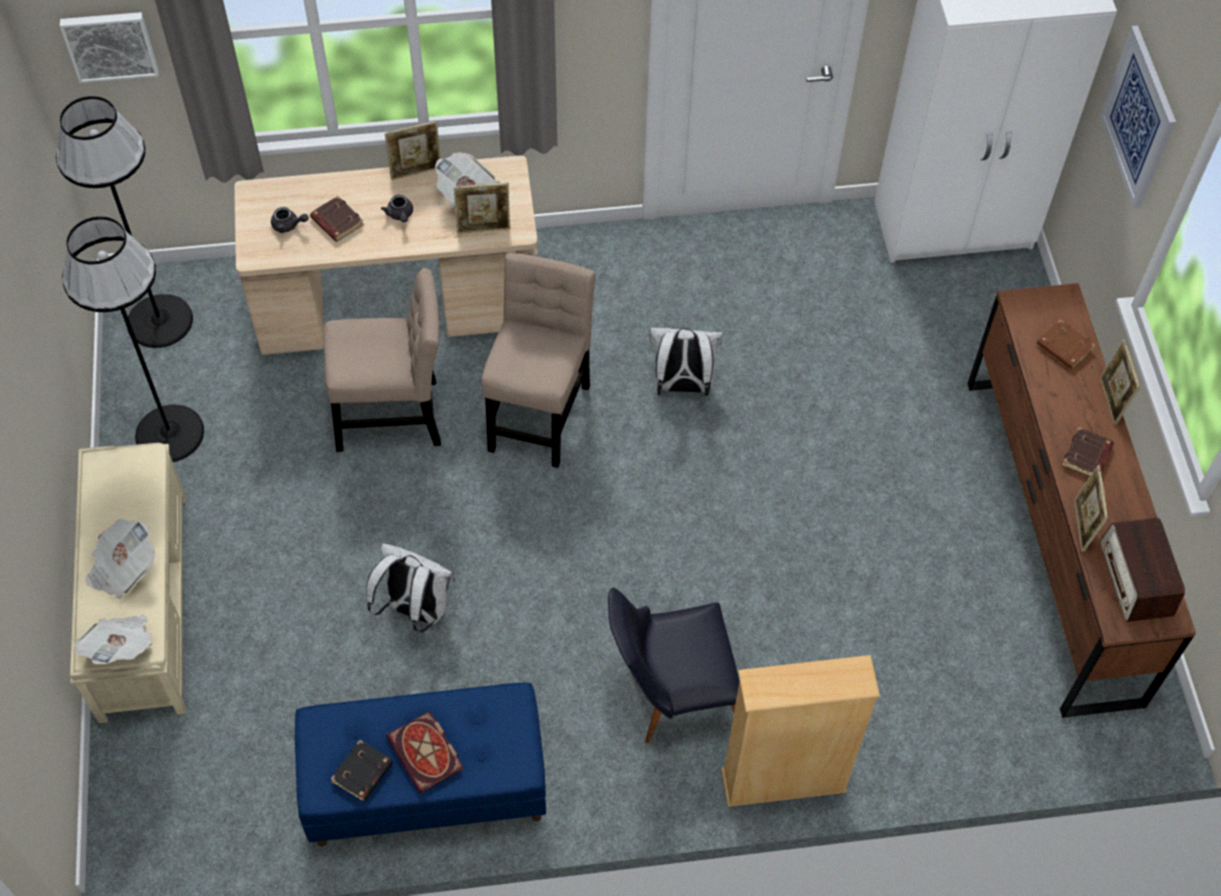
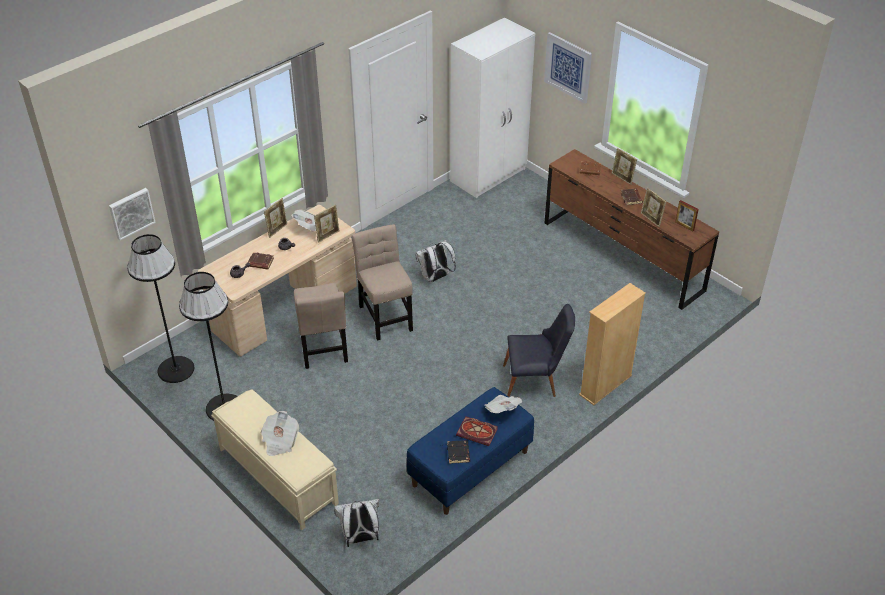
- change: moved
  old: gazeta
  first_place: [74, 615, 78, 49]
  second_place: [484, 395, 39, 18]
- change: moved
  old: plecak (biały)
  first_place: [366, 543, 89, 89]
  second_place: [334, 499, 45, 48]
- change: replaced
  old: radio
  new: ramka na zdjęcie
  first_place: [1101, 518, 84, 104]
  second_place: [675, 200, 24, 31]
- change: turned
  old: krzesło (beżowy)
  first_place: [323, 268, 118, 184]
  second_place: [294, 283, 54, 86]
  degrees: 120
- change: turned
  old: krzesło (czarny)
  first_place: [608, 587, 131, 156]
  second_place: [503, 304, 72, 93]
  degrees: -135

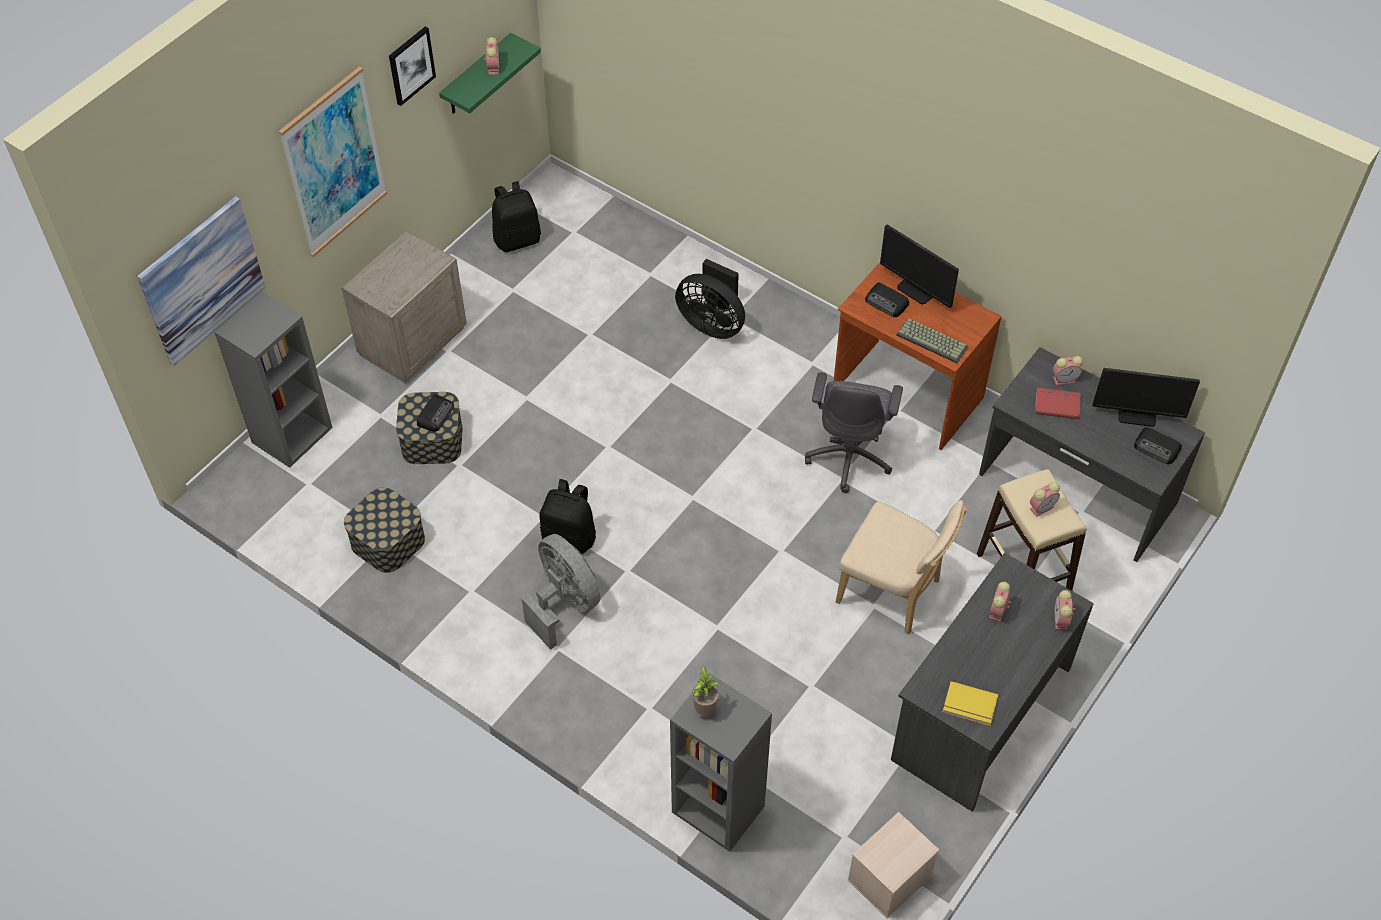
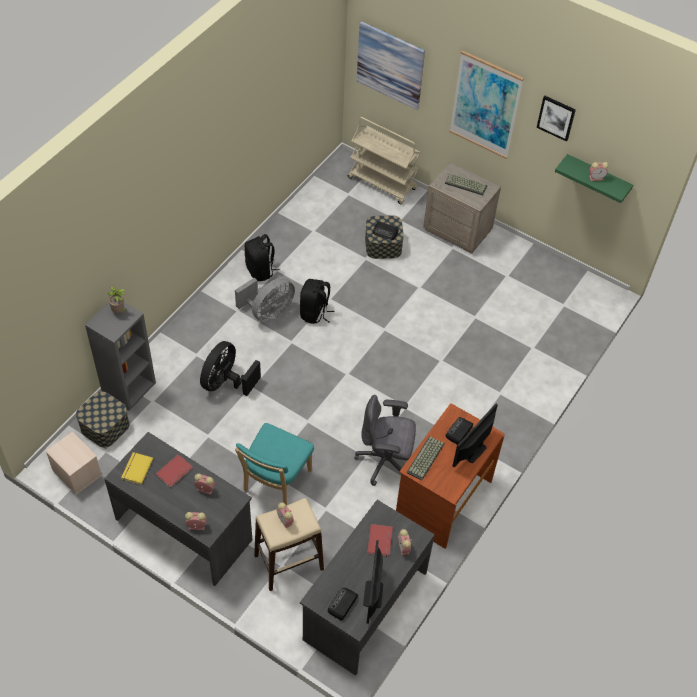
- change: added
  new: książka (czerwony)
  second_place: [156, 454, 37, 34]
- change: added
  new: klawiatura
  second_place: [445, 173, 43, 22]
- change: moved
  old: pojemnik do przechowywania
  first_place: [344, 487, 81, 86]
  second_place: [76, 391, 53, 56]
- change: moved
  old: plecak (czarny)
  first_place: [492, 181, 49, 71]
  second_place: [244, 234, 36, 47]
- change: moved
  old: wentylator (czarny)
  first_place: [675, 259, 70, 80]
  second_place: [200, 341, 61, 55]
- change: replaced
  old: regał (szary)
  new: wózek (beżowy)
  first_place: [214, 291, 119, 177]
  second_place: [348, 117, 72, 88]
- change: recoloured
  old: krzesło (beżowy)
  new: krzesło (turkusowy)
  first_place: [836, 500, 131, 135]
  second_place: [235, 423, 79, 83]

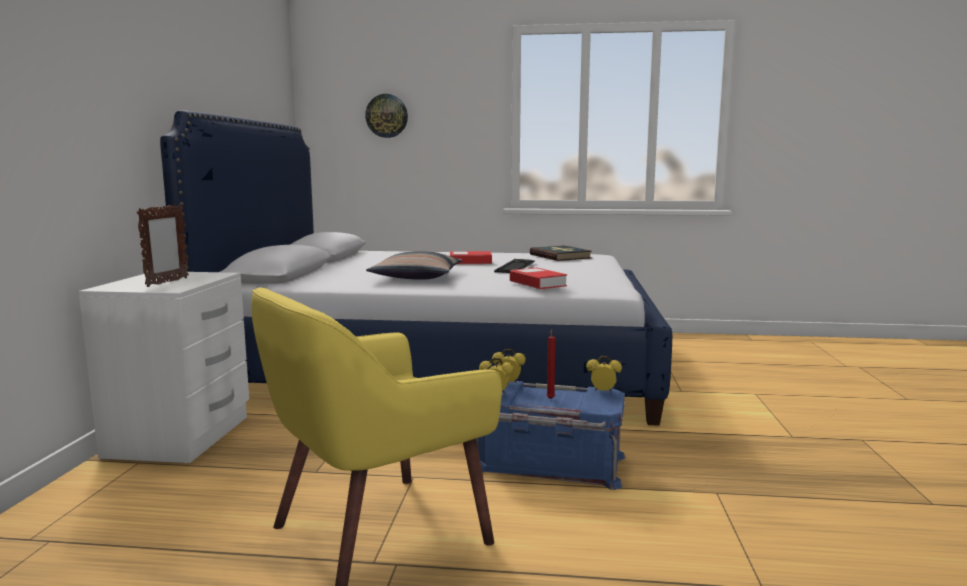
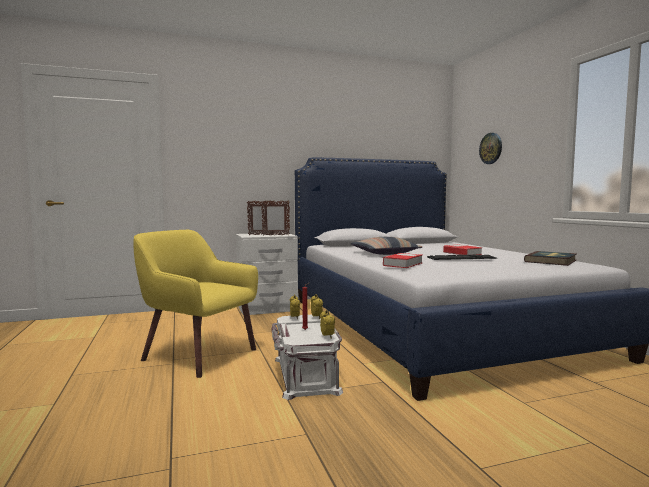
- change: added
  new: ramka na zdjęcie
  second_place: [261, 200, 29, 35]
- change: recoloured
  old: pojemnik do przechowywania (niebieski)
  new: pojemnik do przechowywania (biały)
  first_place: [476, 381, 150, 109]
  second_place: [271, 315, 72, 85]

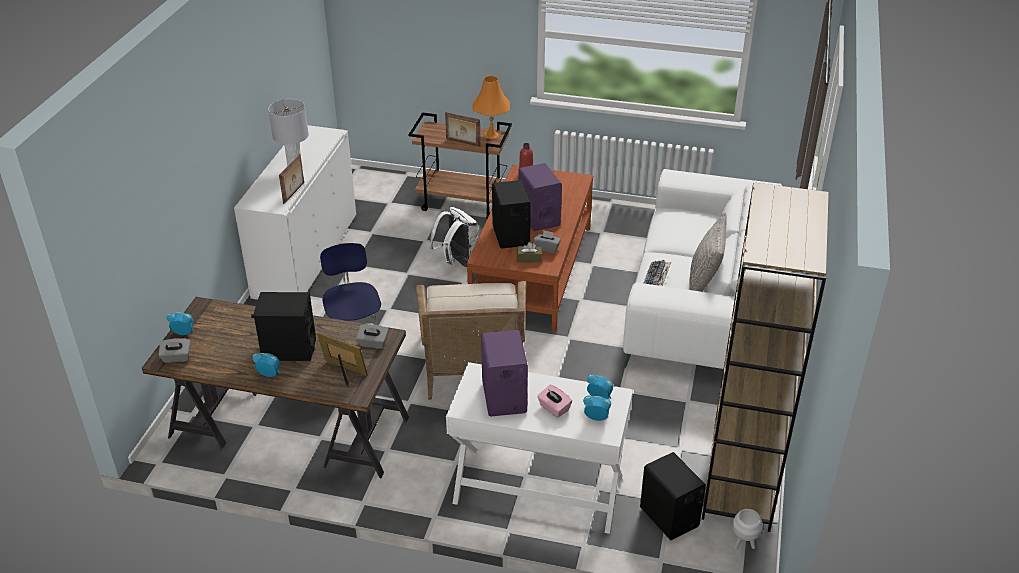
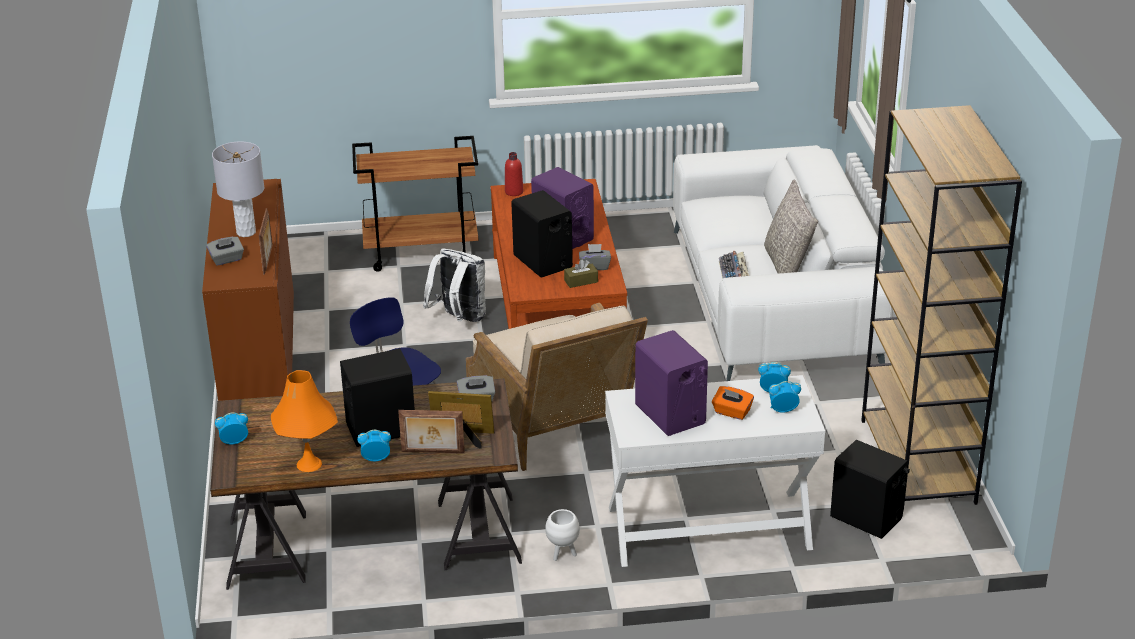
- change: moved
  old: pudełko chusteczek (szary)
  first_place: [159, 338, 31, 25]
  second_place: [206, 237, 38, 29]
- change: moved
  old: ramka na zdjęcie
  first_place: [445, 112, 36, 35]
  second_place: [398, 410, 67, 43]
- change: moved
  old: lampa stołowa (pomarańczowy)
  first_place: [472, 76, 38, 63]
  second_place: [271, 370, 67, 102]
- change: moved
  old: donica (biały)
  first_place: [732, 509, 31, 40]
  second_place: [545, 509, 35, 52]
- change: recoloured
  old: szafka (biały)
  new: szafka (brązowy)
  first_place: [234, 125, 122, 175]
  second_place: [202, 179, 92, 222]
- change: recoloured
  old: pudełko chusteczek (różowy)
  new: pudełko chusteczek (pomarańczowy)
  first_place: [537, 385, 35, 33]
  second_place: [712, 386, 42, 34]

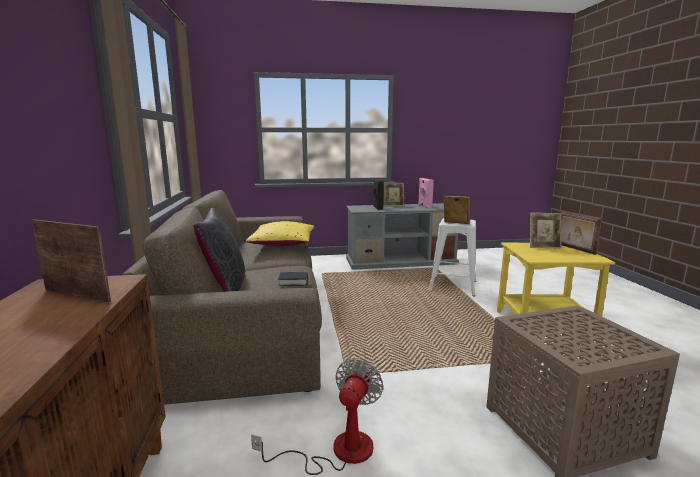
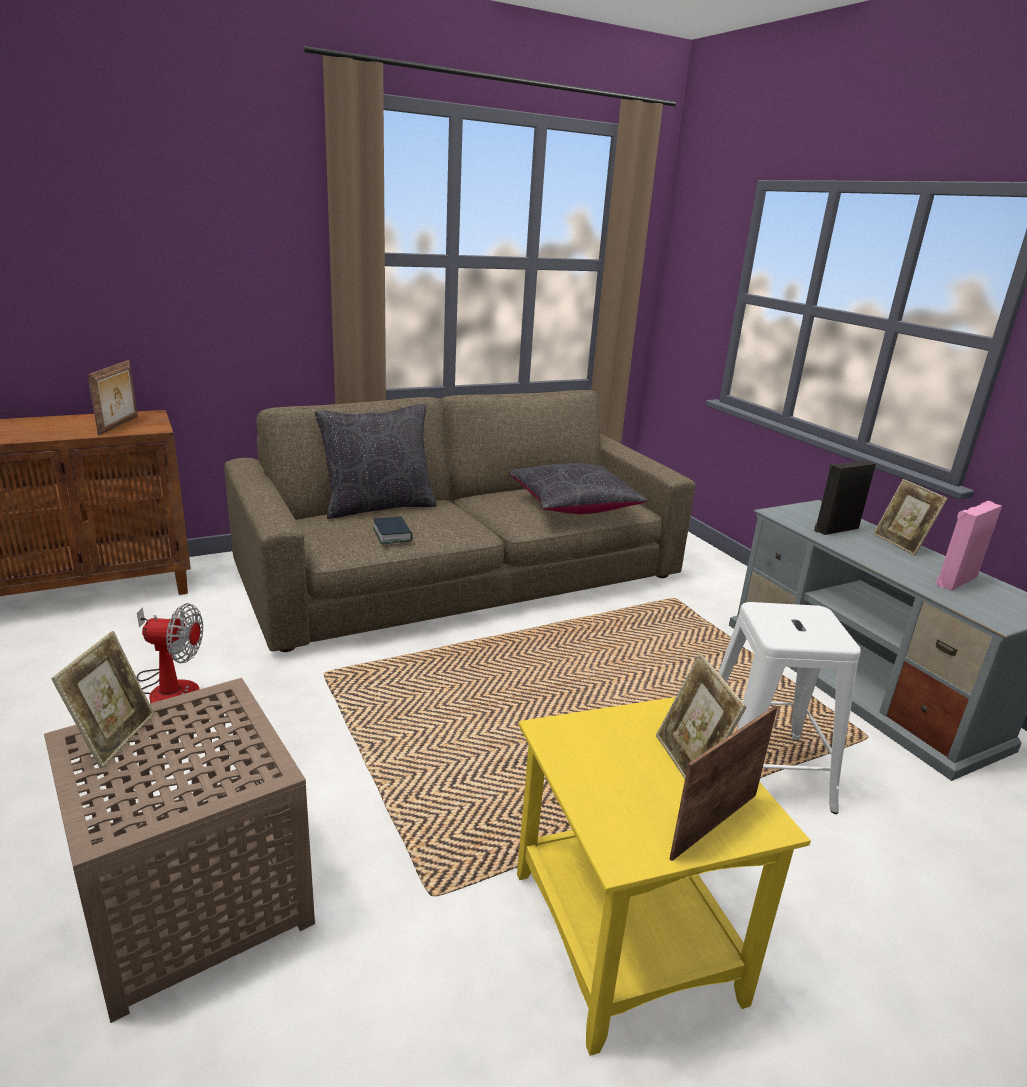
- change: moved
  old: ramka na zdjęcie
  first_place: [443, 196, 27, 28]
  second_place: [51, 631, 103, 137]
- change: recoloured
  old: poduszka (żółty)
  new: poduszka (czarny)
  first_place: [246, 221, 68, 25]
  second_place: [509, 463, 140, 51]

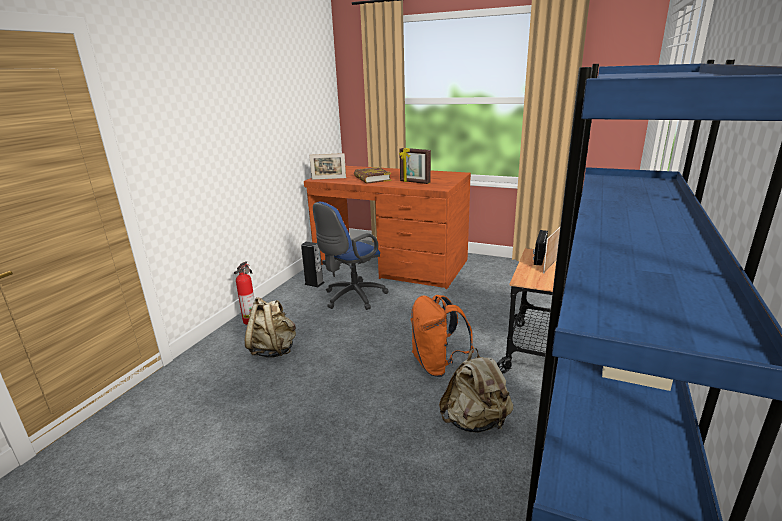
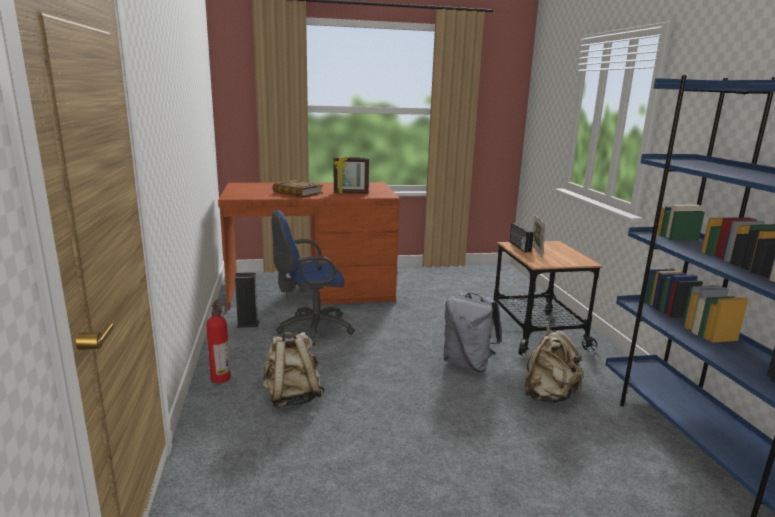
- change: removed
  old: ramka na zdjęcie
  first_place: [309, 153, 37, 27]
- change: recoloured
  old: plecak (pomarańczowy)
  new: plecak (szary)
  first_place: [411, 295, 63, 82]
  second_place: [443, 292, 59, 80]
- change: turned
  old: krzesło biurowe (niebieski)
  first_place: [313, 202, 76, 108]
  second_place: [272, 210, 83, 135]
  degrees: 60

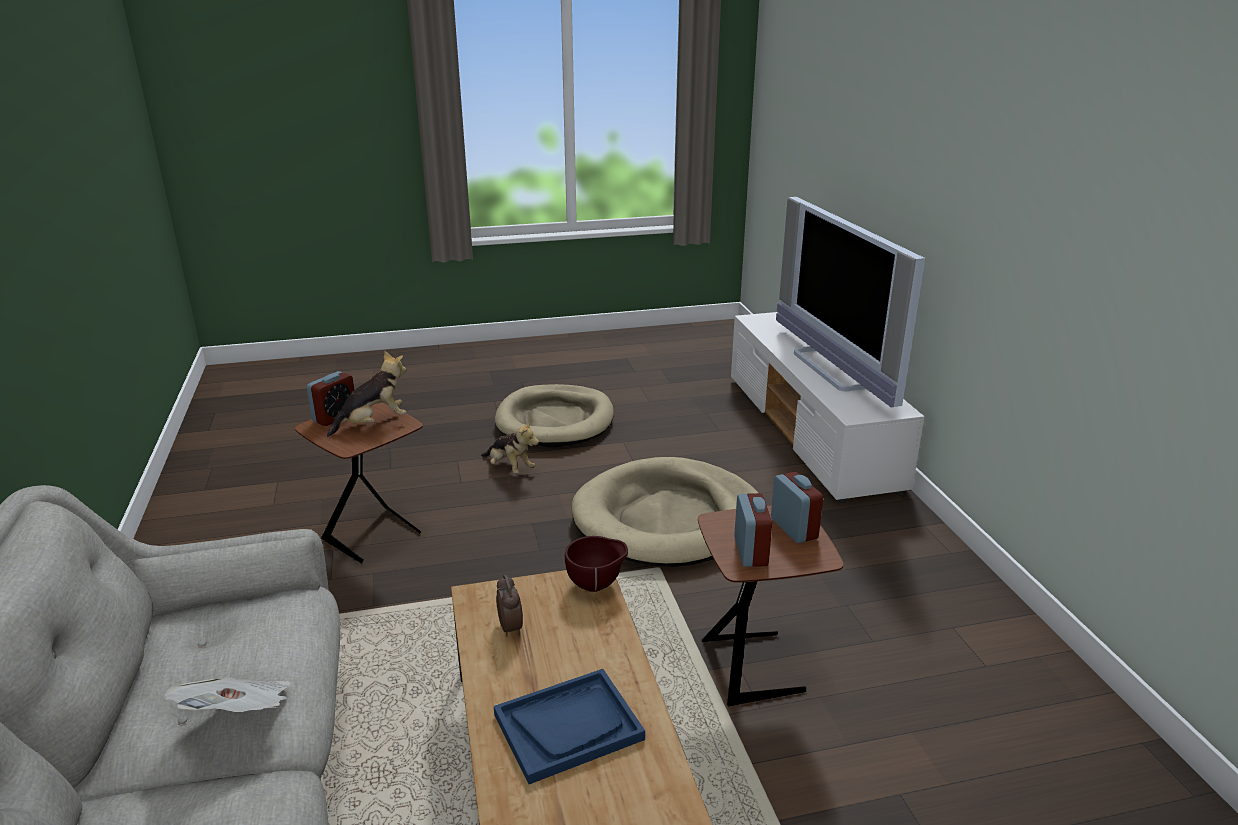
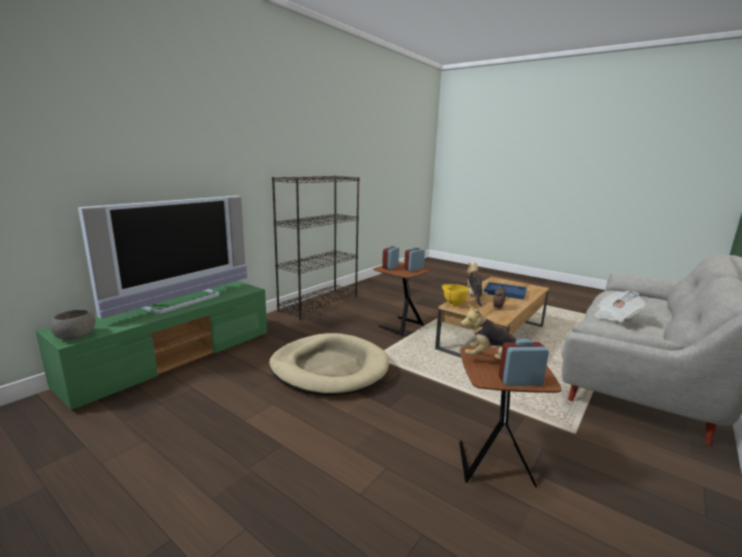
- change: removed
  old: legowisko (beżowy)
  first_place: [495, 384, 119, 63]
- change: added
  new: miska (szary)
  second_place: [50, 309, 46, 31]
- change: added
  new: regał (czarny)
  second_place: [272, 176, 87, 144]
- change: moved
  old: pluszak
  first_place: [481, 420, 58, 54]
  second_place: [467, 262, 20, 45]
- change: recoloured
  old: miska (brązowy)
  new: miska (żółty)
  first_place: [565, 536, 63, 56]
  second_place: [442, 284, 26, 22]
- change: recoloured
  old: szafka pod telewizor (biały)
  new: szafka pod telewizor (zielony)
  first_place: [731, 312, 194, 191]
  second_place: [36, 281, 231, 130]

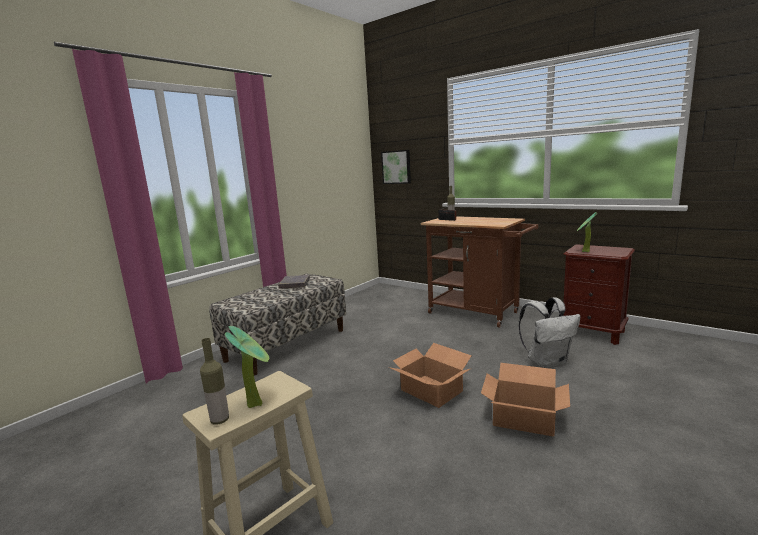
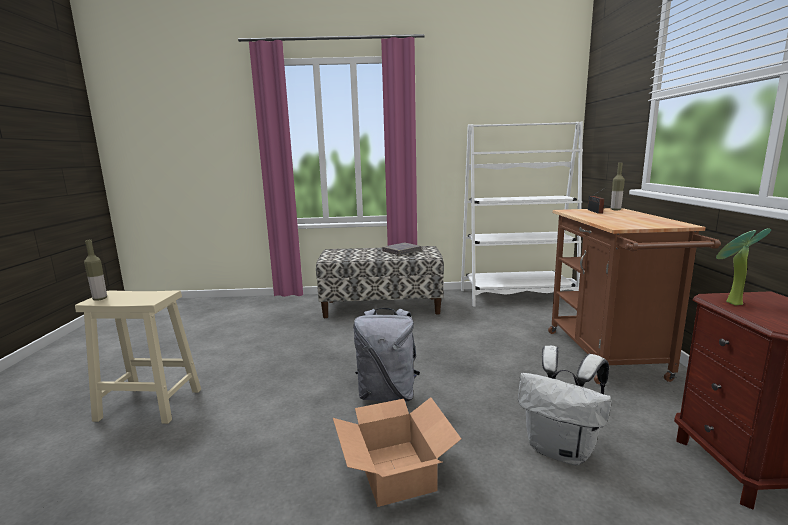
- change: removed
  old: roślina doniczkowa
  first_place: [225, 326, 45, 82]
- change: removed
  old: obraz
  first_place: [381, 150, 30, 34]
- change: added
  new: regał (biały)
  second_place: [461, 121, 122, 186]
- change: replaced
  old: karton
  new: plecak (szary)
  first_place: [388, 343, 84, 65]
  second_place: [353, 308, 67, 94]

